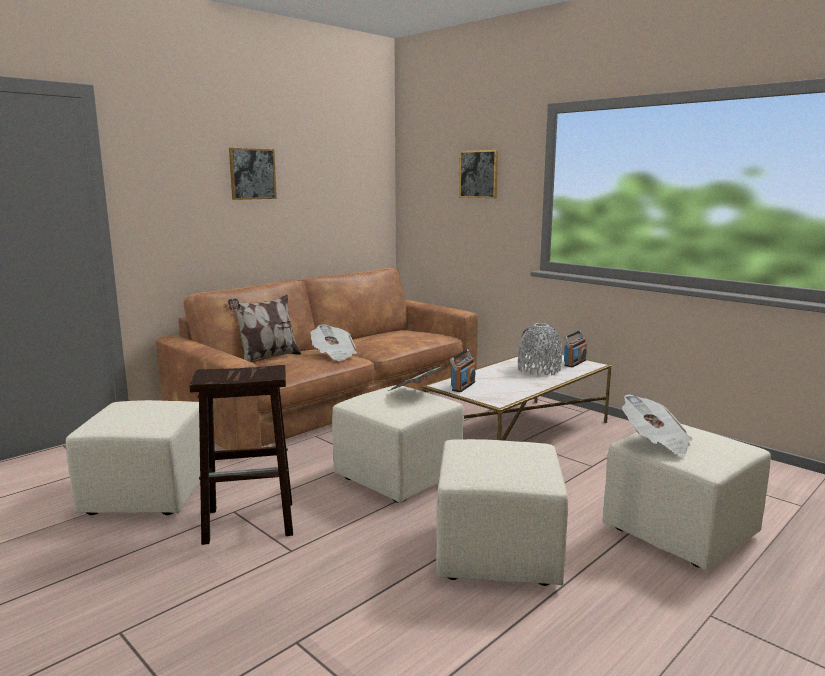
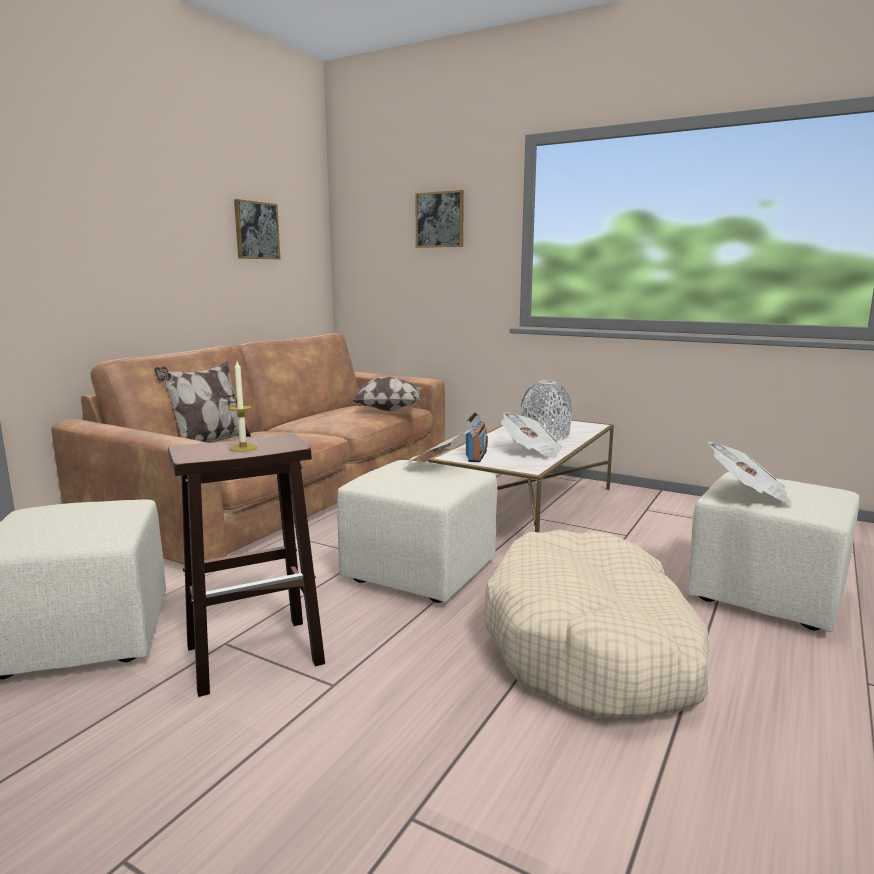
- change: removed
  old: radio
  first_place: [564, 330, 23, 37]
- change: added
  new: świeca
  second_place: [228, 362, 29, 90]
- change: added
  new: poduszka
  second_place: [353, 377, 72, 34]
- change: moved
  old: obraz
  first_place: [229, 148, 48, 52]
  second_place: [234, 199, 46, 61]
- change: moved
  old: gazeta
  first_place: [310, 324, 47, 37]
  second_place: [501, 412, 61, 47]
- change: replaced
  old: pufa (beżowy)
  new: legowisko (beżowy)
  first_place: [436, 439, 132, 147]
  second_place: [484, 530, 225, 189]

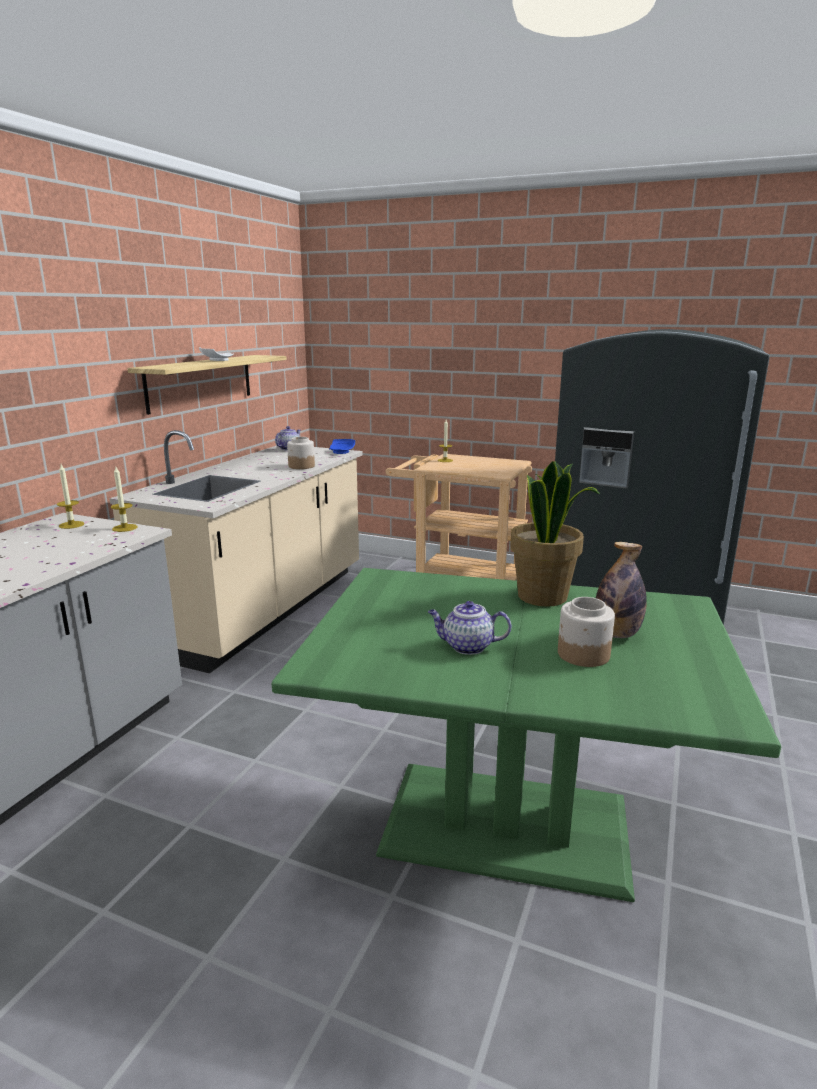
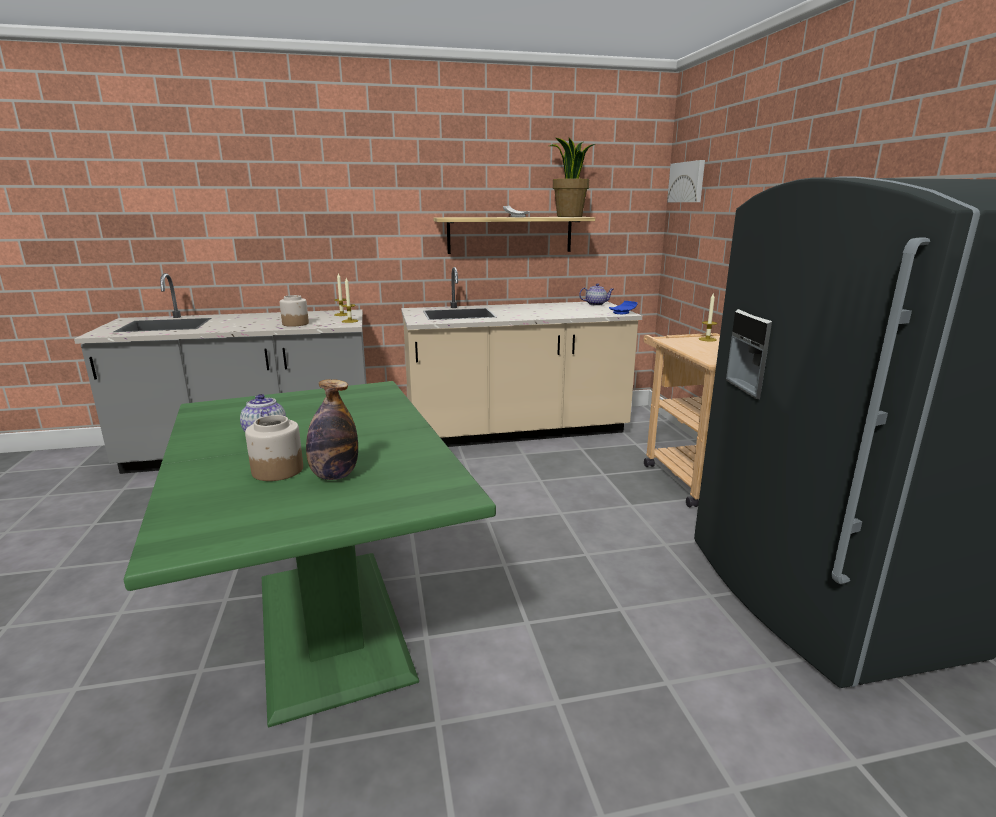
- change: added
  new: obraz
  second_place: [667, 160, 38, 42]
- change: moved
  old: słoik
  first_place: [287, 437, 28, 32]
  second_place: [280, 295, 29, 32]
- change: moved
  old: roślina doniczkowa
  first_place: [510, 461, 90, 146]
  second_place: [549, 138, 46, 79]

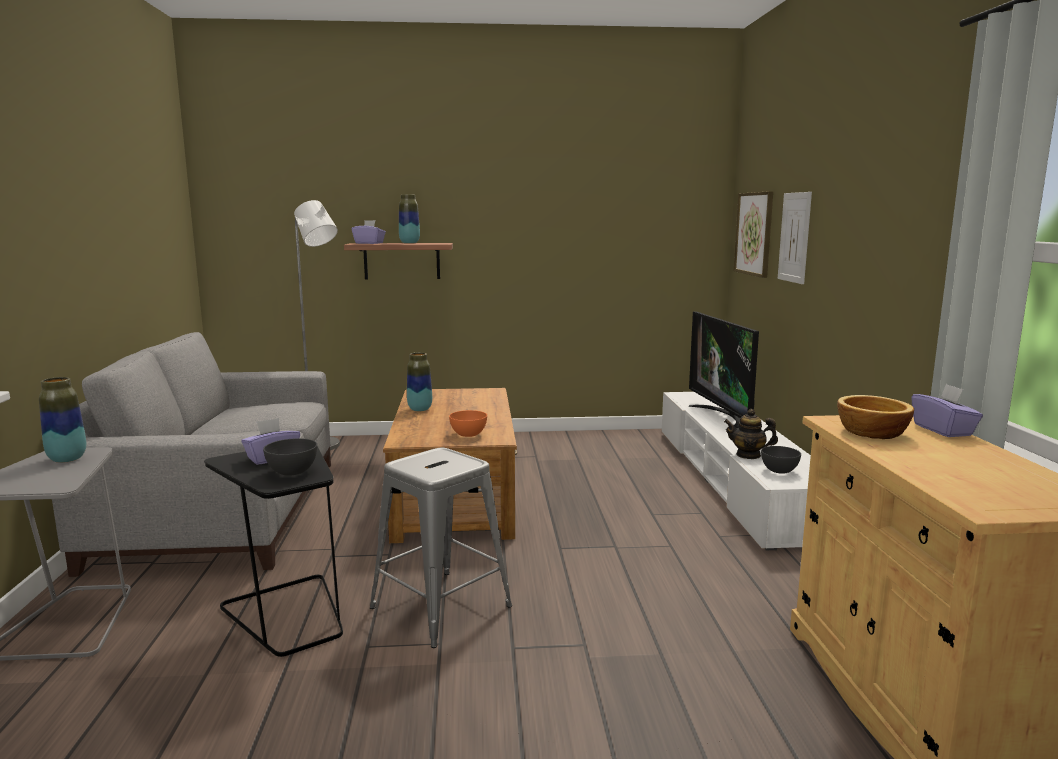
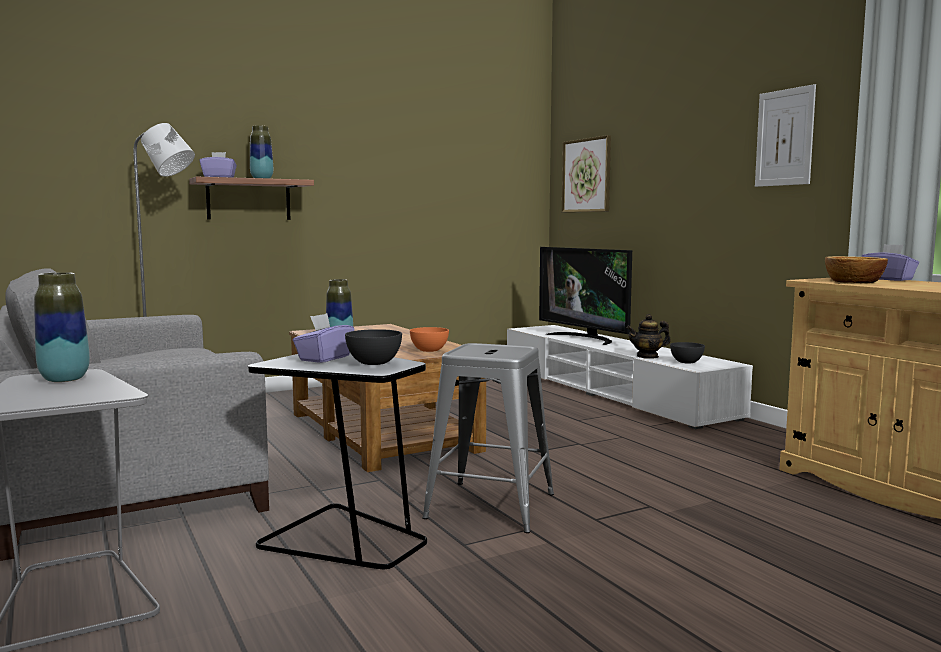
- change: moved
  old: obraz
  first_place: [778, 192, 34, 92]
  second_place: [755, 84, 61, 103]

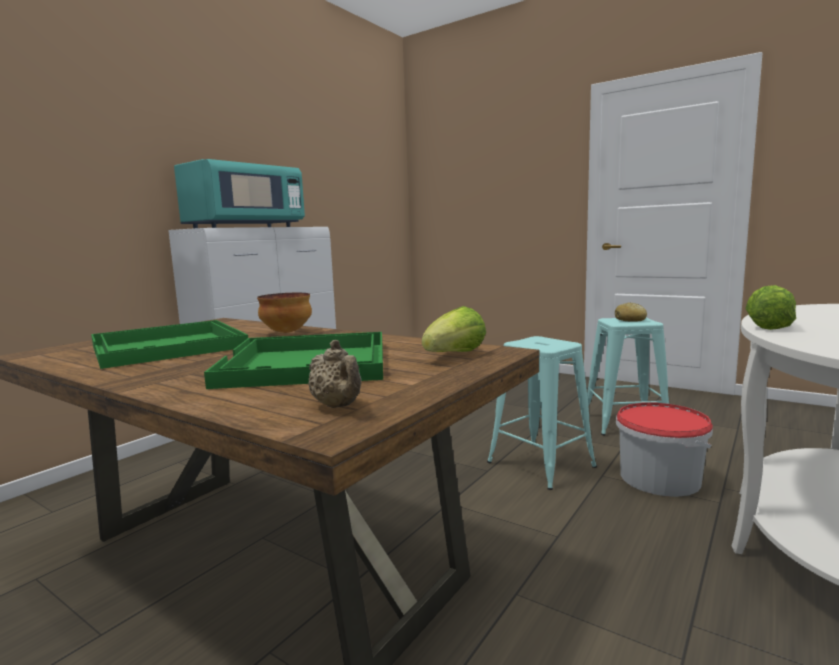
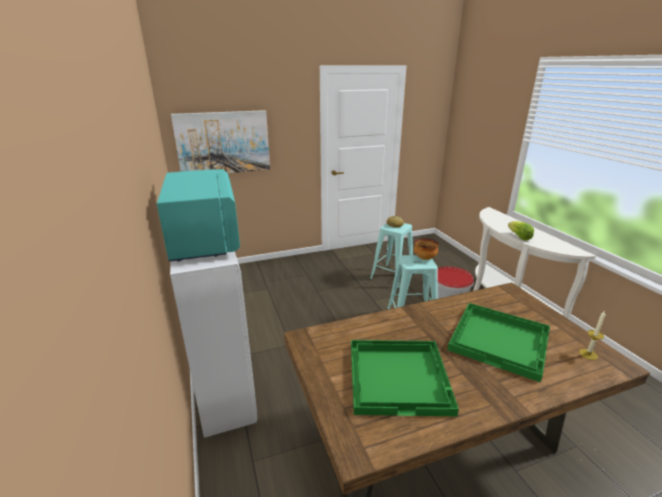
- change: removed
  old: sałata
  first_place: [422, 306, 64, 46]
- change: added
  new: obraz
  second_place: [171, 110, 99, 63]
- change: moved
  old: miska
  first_place: [257, 293, 55, 40]
  second_place: [414, 238, 25, 22]
- change: replaced
  old: imbryk (beżowy)
  new: świeca
  first_place: [308, 340, 53, 68]
  second_place: [579, 311, 27, 49]

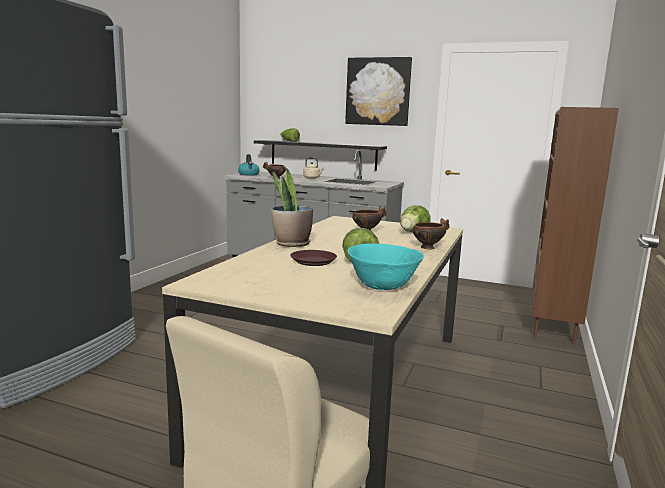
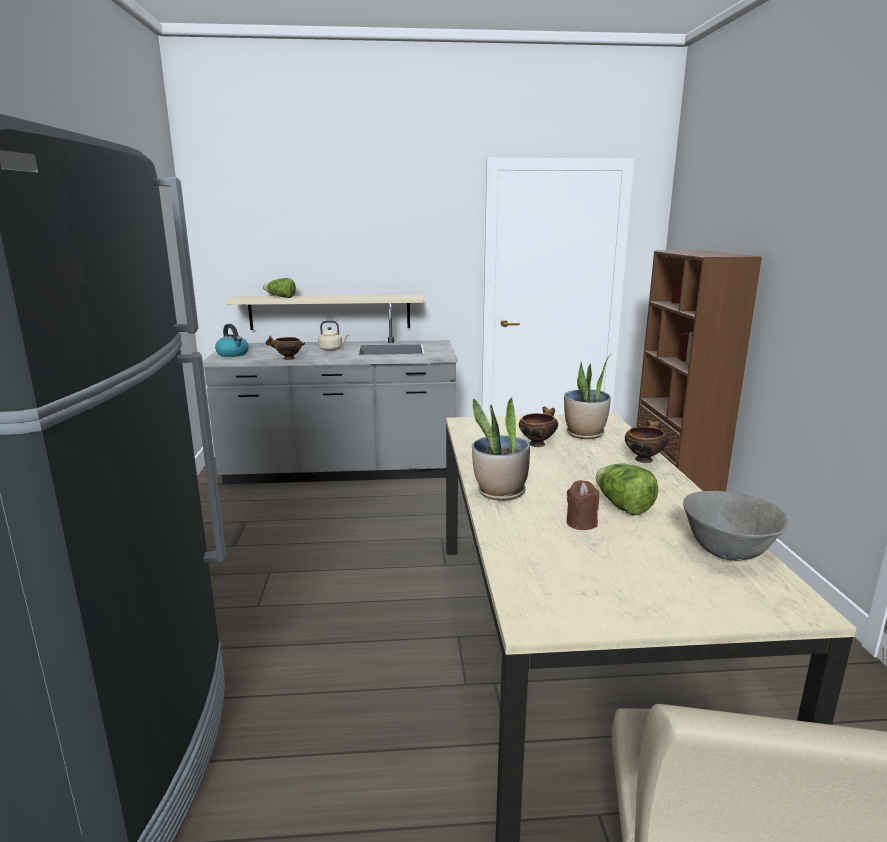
- change: removed
  old: obraz
  first_place: [345, 57, 67, 69]
- change: replaced
  old: talerz (brązowy)
  new: świeca (brązowy)
  first_place: [290, 250, 47, 16]
  second_place: [567, 480, 32, 50]
- change: replaced
  old: sałata
  new: roślina doniczkowa
  first_place: [400, 205, 31, 28]
  second_place: [564, 354, 48, 85]
- change: recoloured
  old: półka (czarny)
  new: półka (beżowy)
  first_place: [254, 140, 133, 31]
  second_place: [226, 295, 198, 35]
- change: recoloured
  old: miska (turkusowy)
  new: miska (szary)
  first_place: [347, 243, 77, 47]
  second_place: [683, 491, 106, 70]

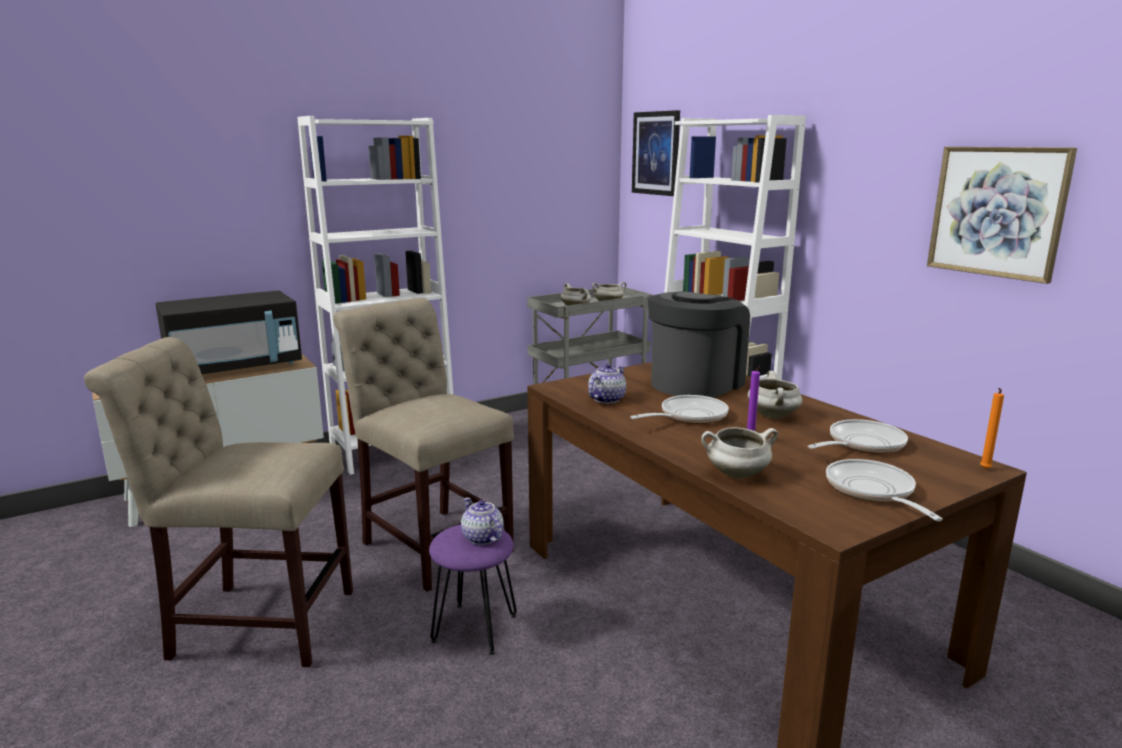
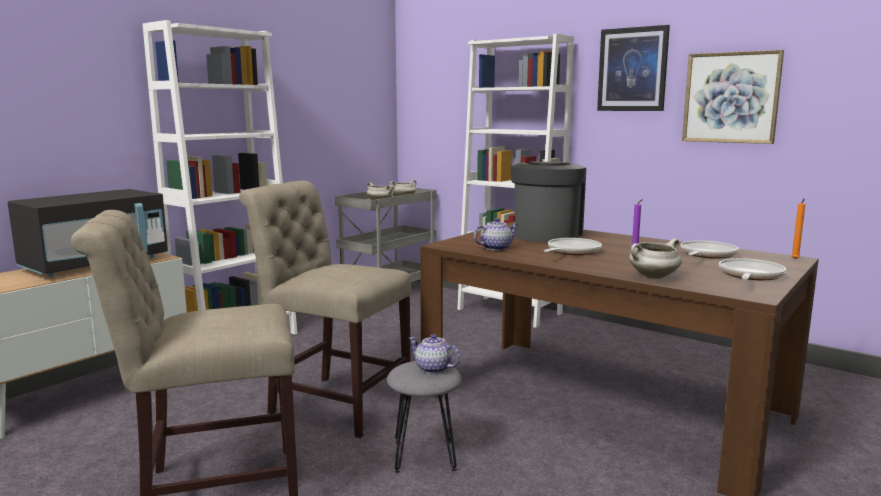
- change: removed
  old: garnek (biały)
  first_place: [747, 371, 56, 48]
- change: moved
  old: obraz
  first_place: [632, 110, 48, 86]
  second_place: [597, 25, 73, 86]
- change: recoloured
  old: stołek (fioletowy)
  new: stołek (szary)
  first_place: [429, 524, 88, 131]
  second_place: [387, 361, 75, 112]
- change: turned
  old: imbryk
  first_place: [588, 364, 38, 39]
  second_place: [474, 218, 45, 33]
  degrees: 45
- change: turned
  old: patelnia
  first_place: [826, 459, 117, 62]
  second_place: [719, 258, 68, 22]
  degrees: 60

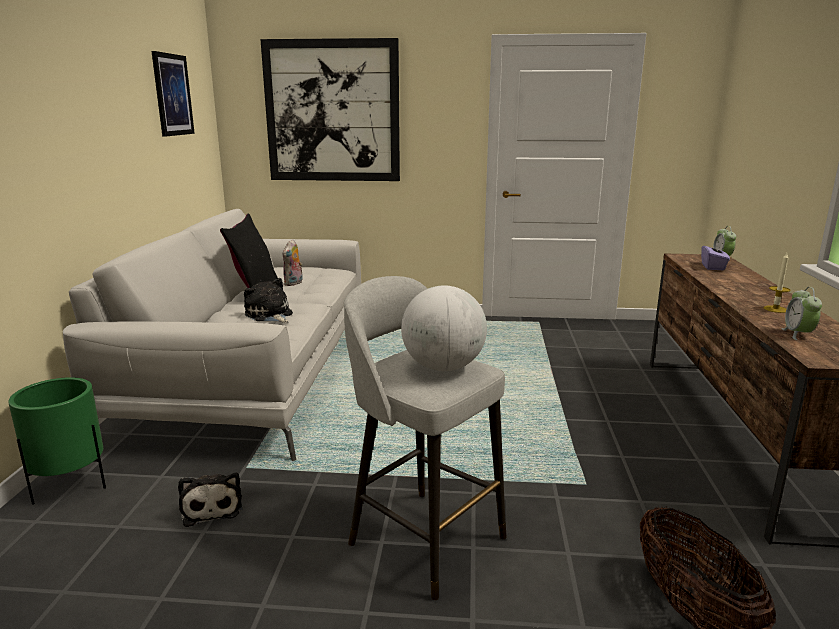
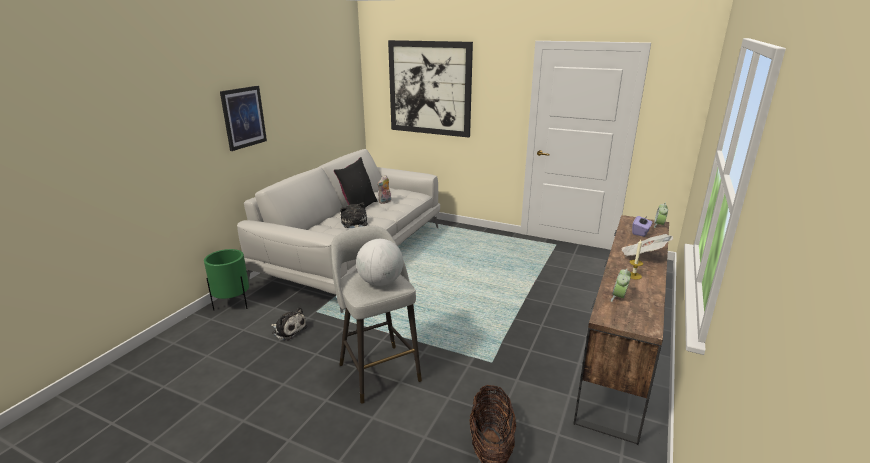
- change: added
  new: gazeta
  second_place: [622, 234, 51, 23]
- change: moved
  old: obraz
  first_place: [151, 51, 44, 86]
  second_place: [220, 86, 47, 65]
- change: turned
  old: pluszak
  first_place: [178, 473, 65, 54]
  second_place: [271, 307, 36, 33]
  degrees: -60

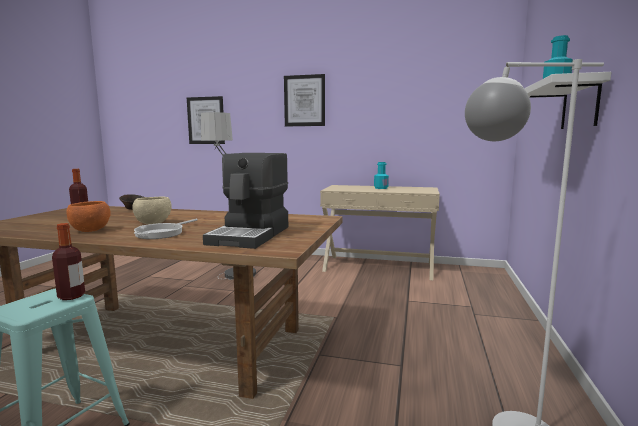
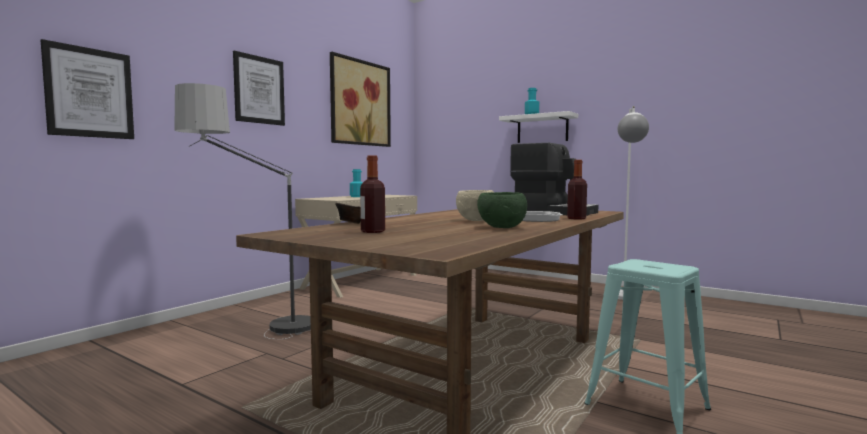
- change: added
  new: obraz
  second_place: [330, 52, 61, 95]
- change: moved
  old: butelka
  first_place: [52, 223, 33, 77]
  second_place: [567, 160, 20, 60]
- change: recoloured
  old: miska (pomarańczowy)
  new: miska (zielony)
  first_place: [66, 201, 45, 31]
  second_place: [477, 192, 50, 36]

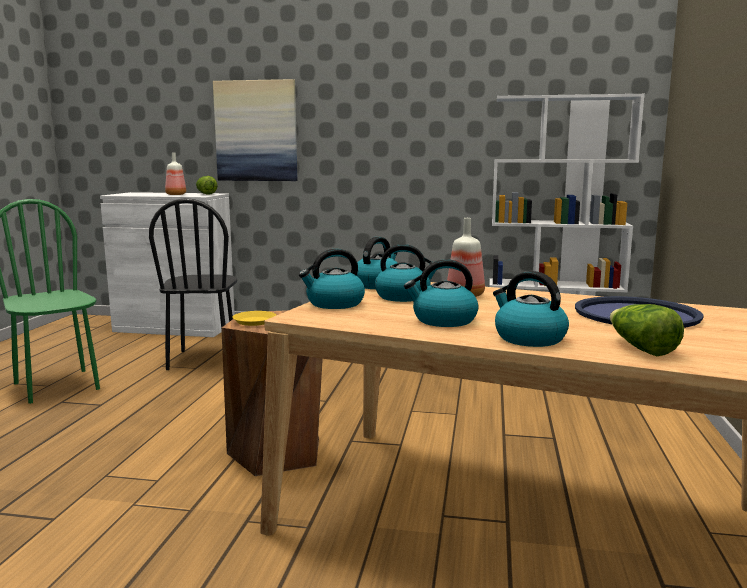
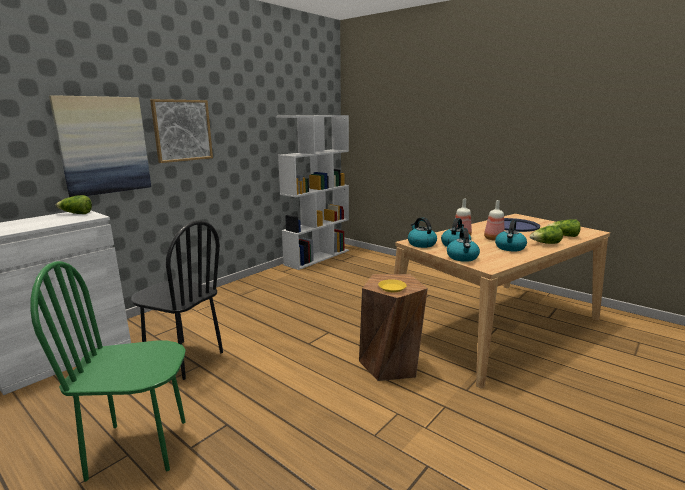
- change: added
  new: obraz
  second_place: [150, 99, 63, 64]
- change: moved
  old: butelka
  first_place: [165, 152, 21, 43]
  second_place: [484, 200, 21, 41]
- change: replaced
  old: czajnik
  new: sałata
  first_place: [493, 271, 76, 76]
  second_place: [530, 225, 33, 19]

